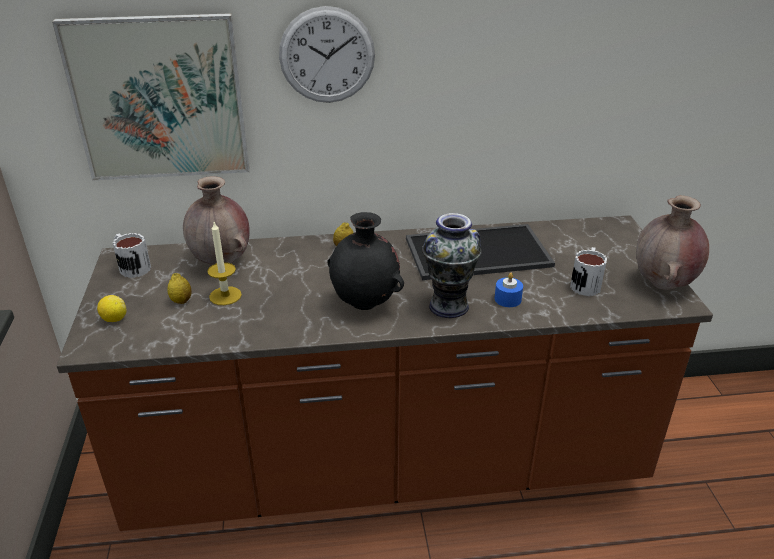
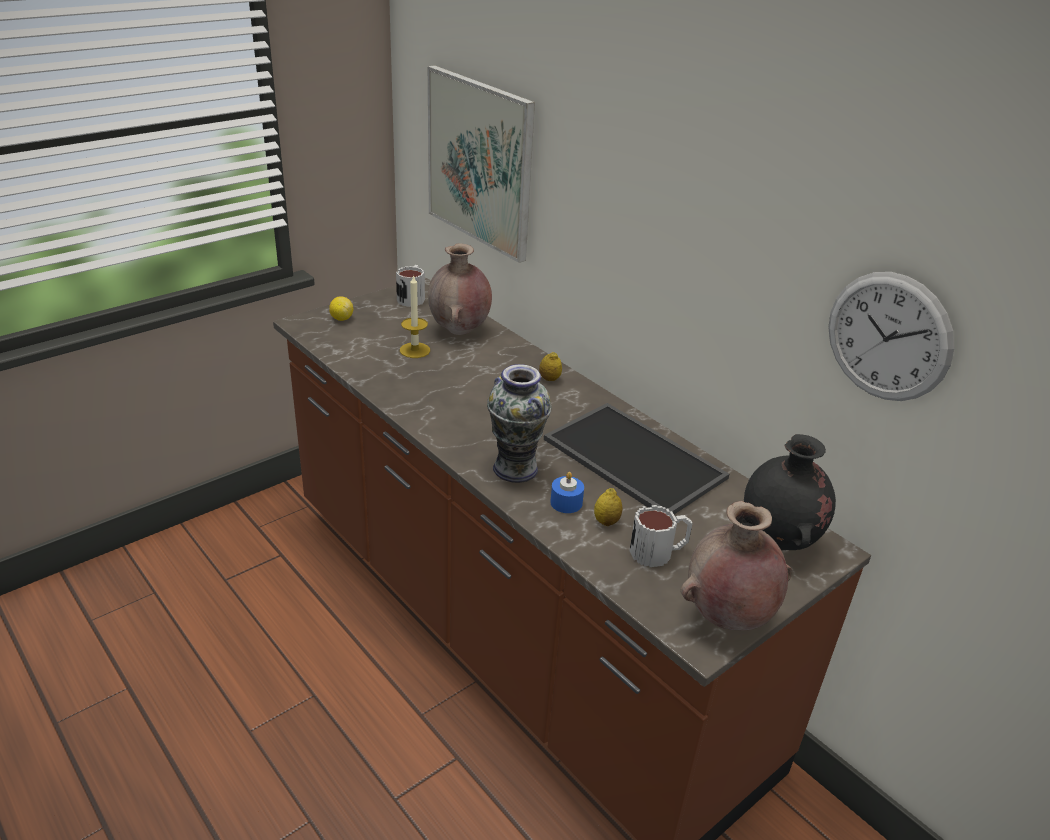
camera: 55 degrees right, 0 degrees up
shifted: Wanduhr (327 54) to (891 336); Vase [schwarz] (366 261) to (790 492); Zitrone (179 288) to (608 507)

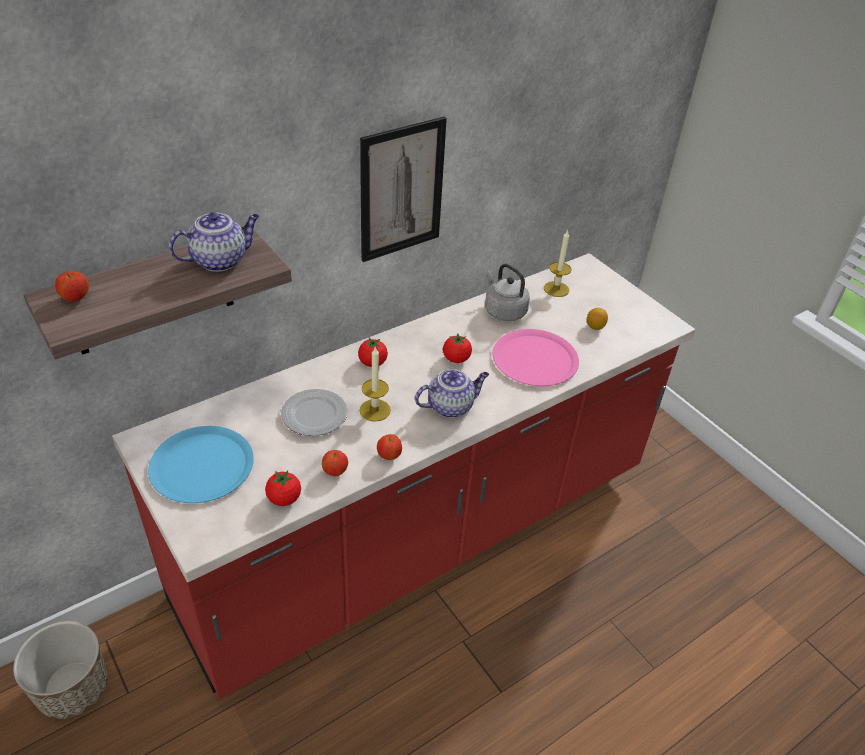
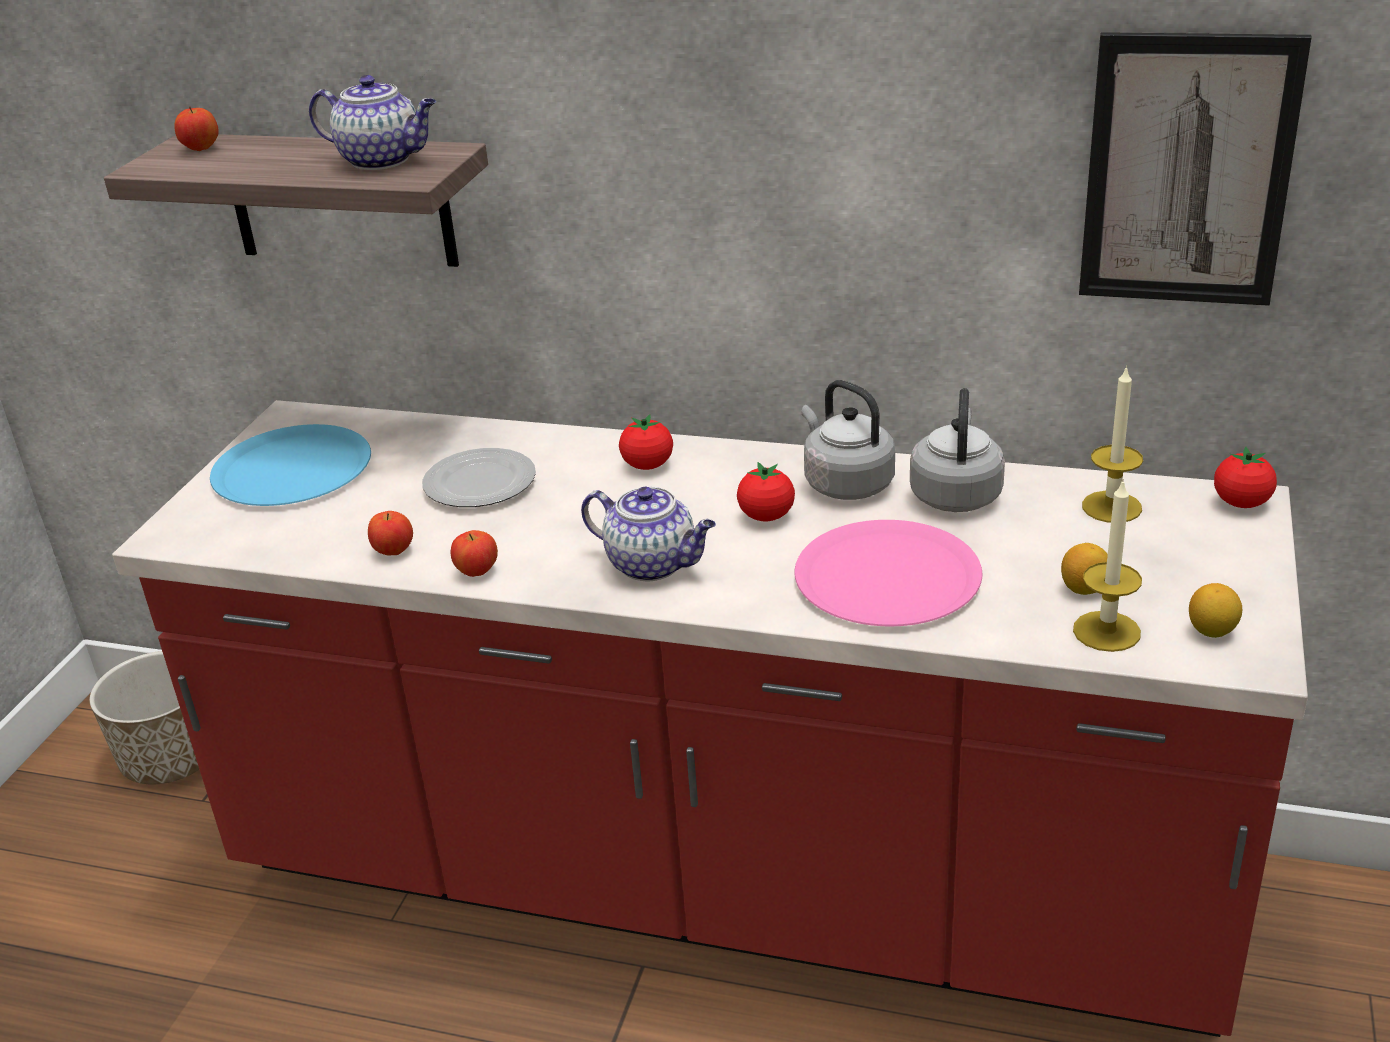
camera: 55 degrees right, 10 degrees down
new: Wasserkessel [grau] (848 440); Zitrone (1215 610)
shifted: Bild (403 189) to (1195 169); Kerze (375 384) to (1107 565); Tomate (283 488) to (1245 477)

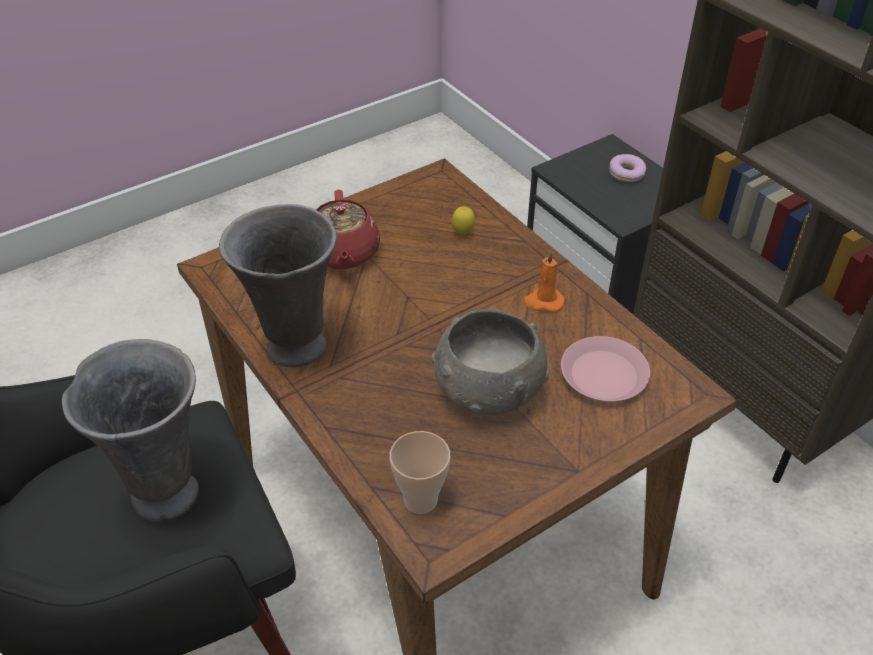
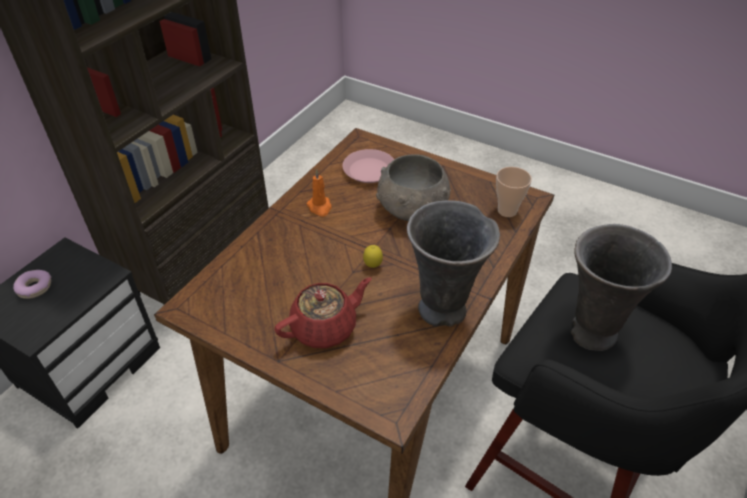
camera: 115 degrees left, 0 degrees up
shifted: Zitrone (463 220) to (373 256)

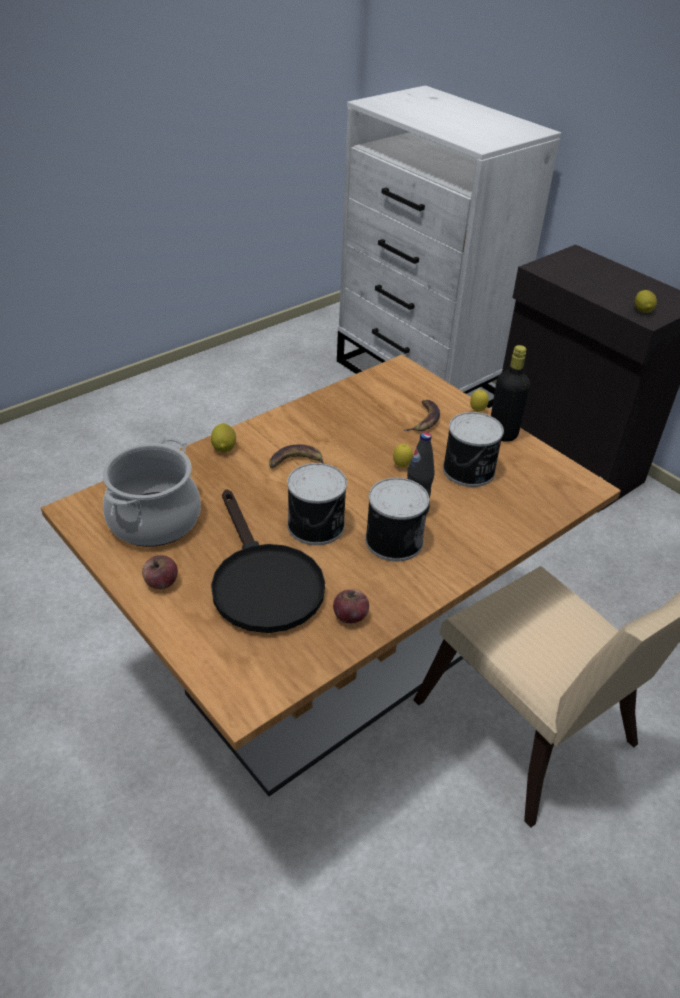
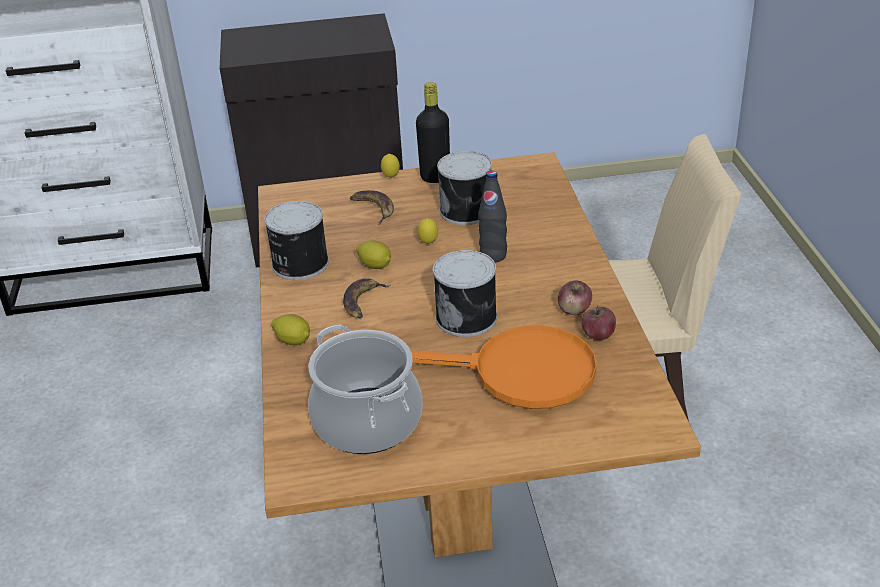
camera: 55 degrees left, 5 degrees down
shifted: Zitrone (646 301) to (373 255); Dose (397 519) to (296 240); Apfel (160 572) to (575 298)
repainted: Pfanne [schwarz] (268 561) to Pfanne [orange] (503 367)

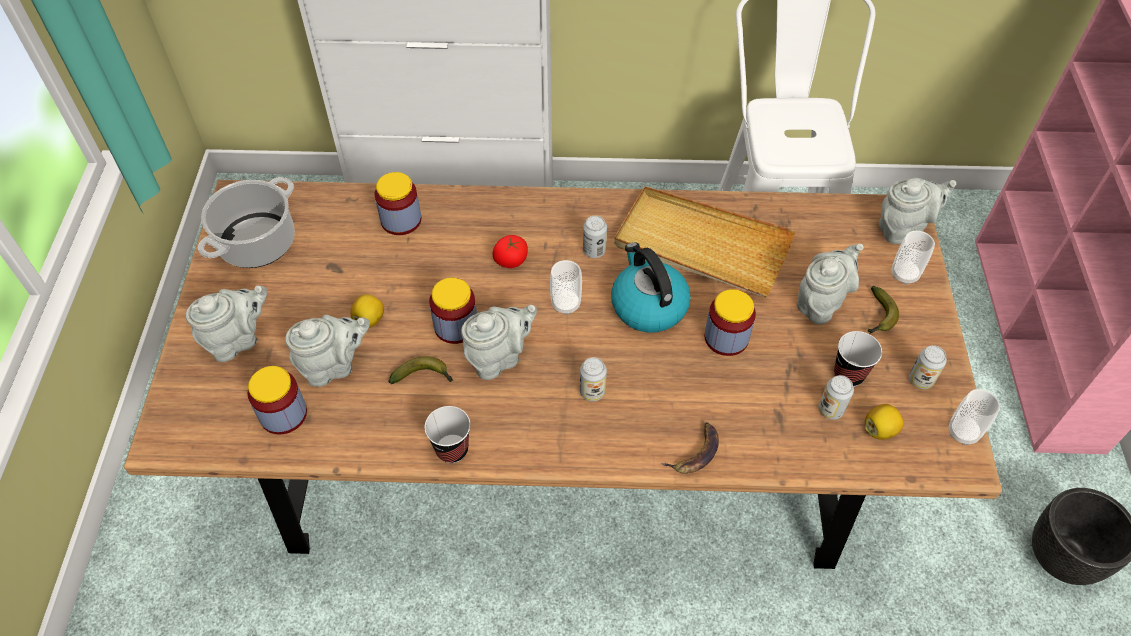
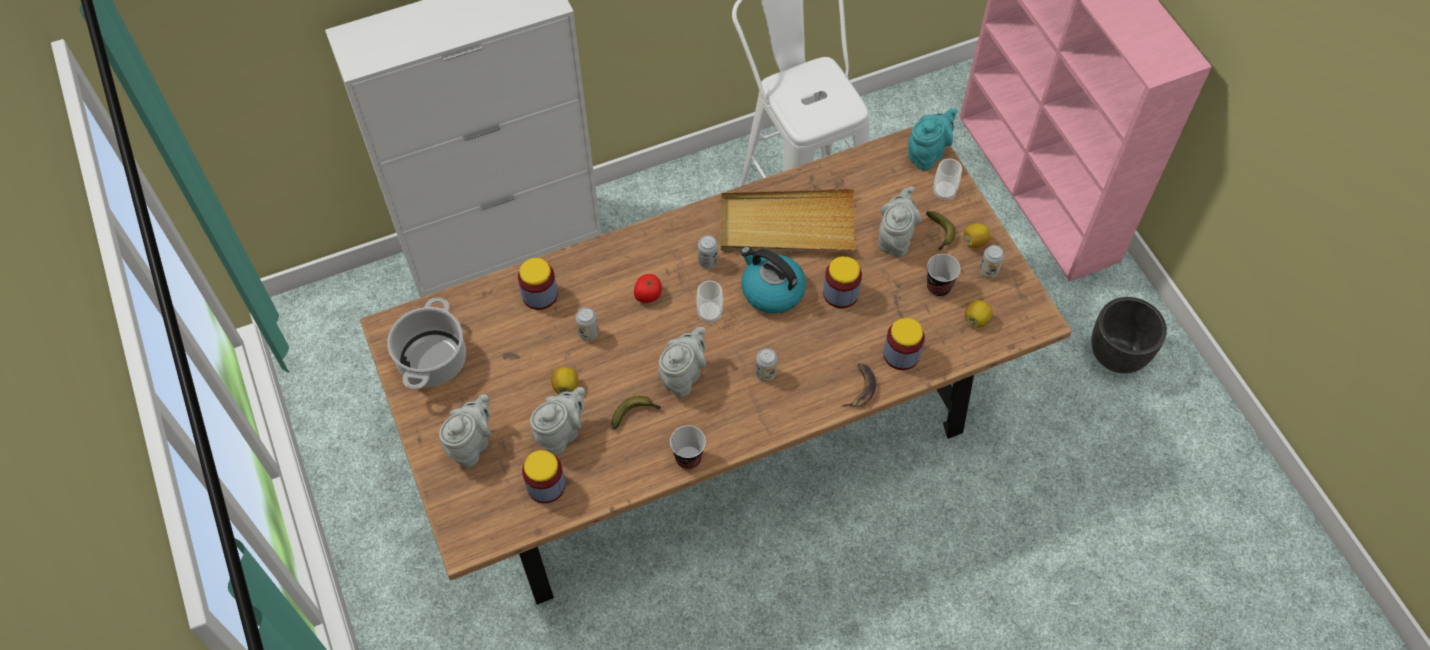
camera: 25 degrees left, 5 degrees up
gone: Tasse (974 417)
new: Zitrone (977 235)
shifted: Vorratsglas (453 310) to (904 344); Dose (836 397) to (587 324)
repainted: Teekanne [grau] (917 211) to Teekanne [türkis] (933 139)

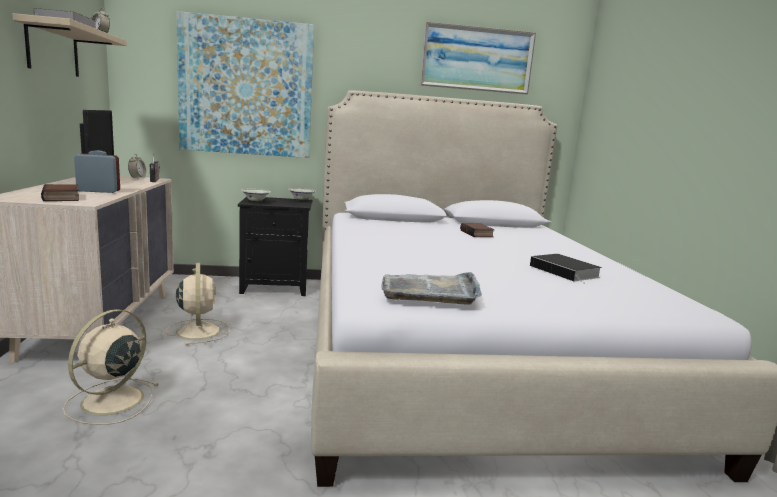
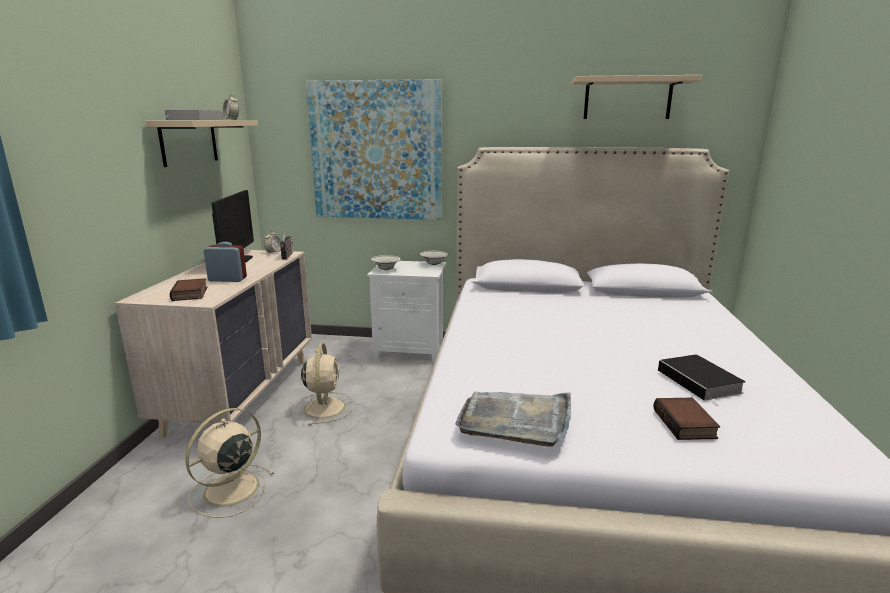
camera: 15 degrees right, 5 degrees up
shifted: Buch (477 230) to (686 419)
swapped: Bild (478 58) to Wandregal [beige] (637 97)
repainted: Nachttisch [schwarz] (275 246) to Nachttisch [weiß] (406 312)

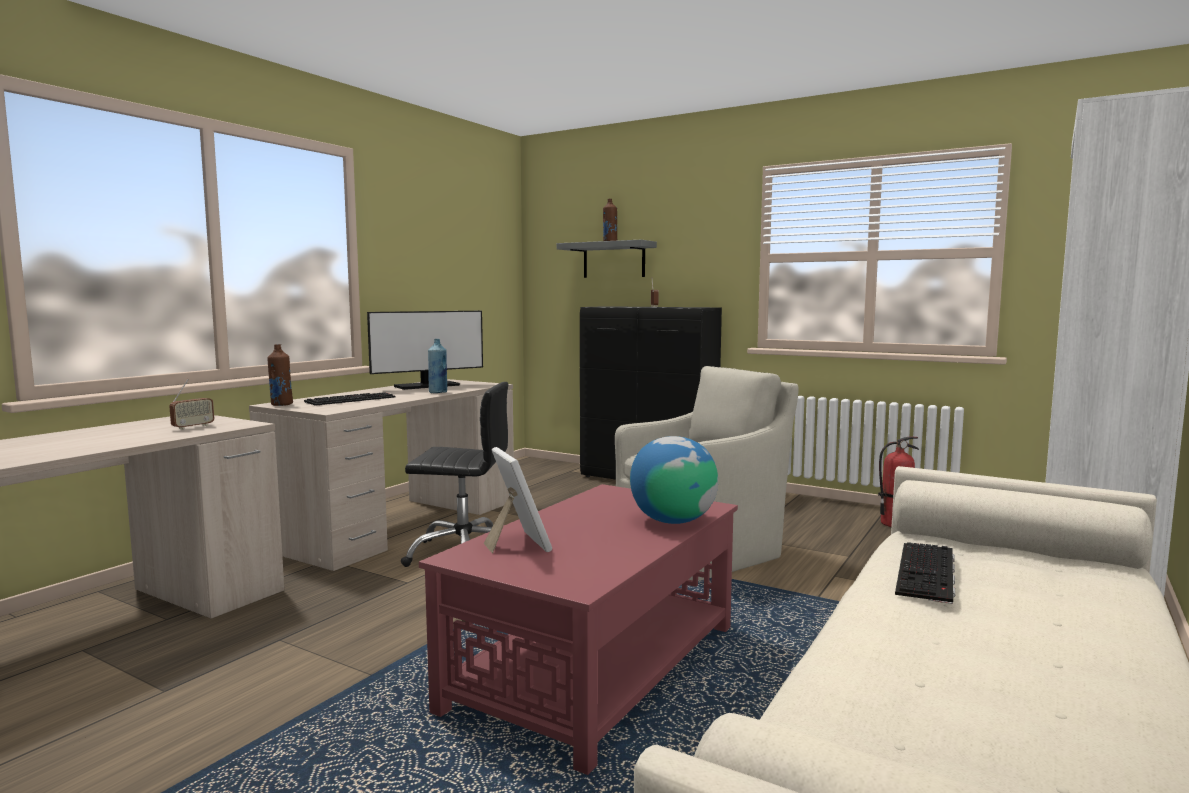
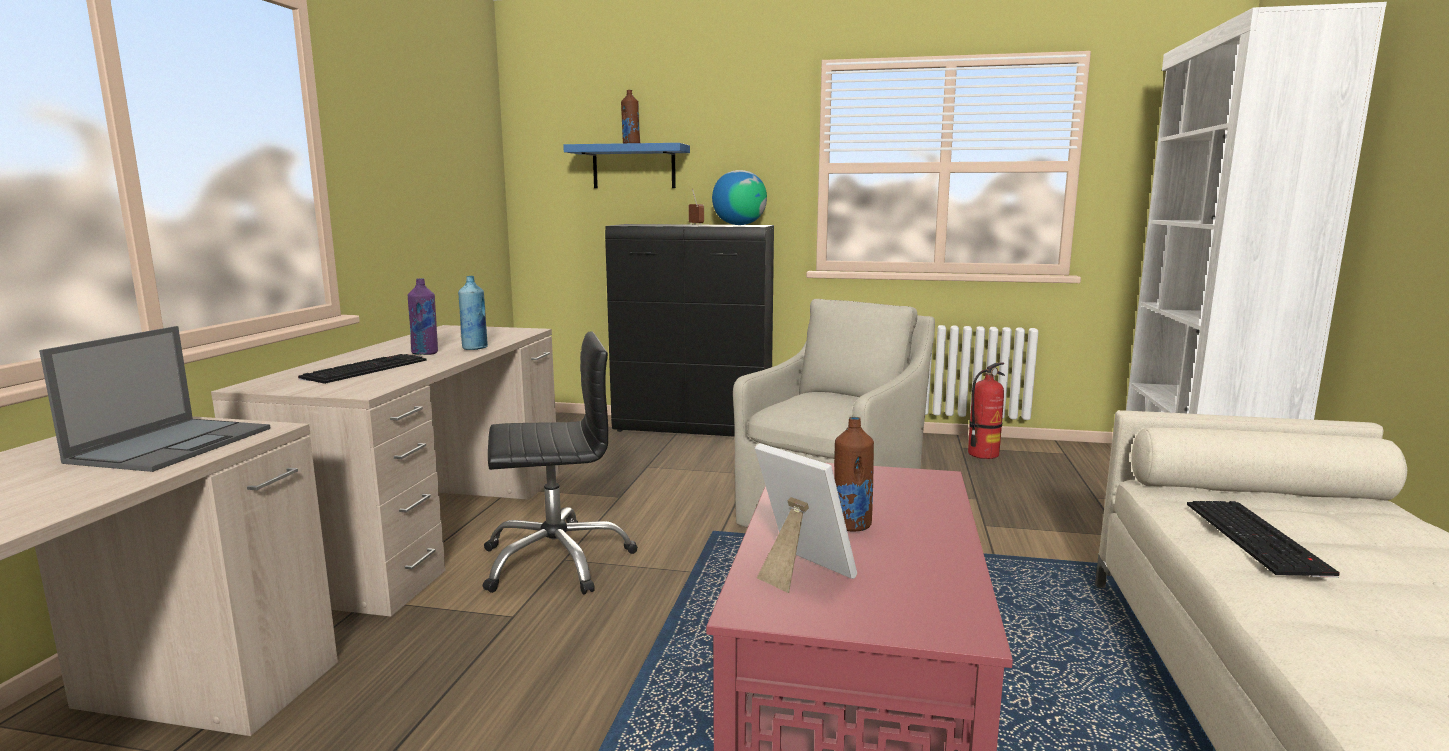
camera: 20 degrees left, 5 degrees up
gone: Monitor (425 350)
new: Flasche [lila] (423 316)
shifted: Flasche [braun] (280 375) to (854 474); Globus (674 480) to (739 197)
swapped: Radio (192 404) to Laptop (154 399)
repainted: Wandregal [grau] (607 259) to Wandregal [blau] (626 165)

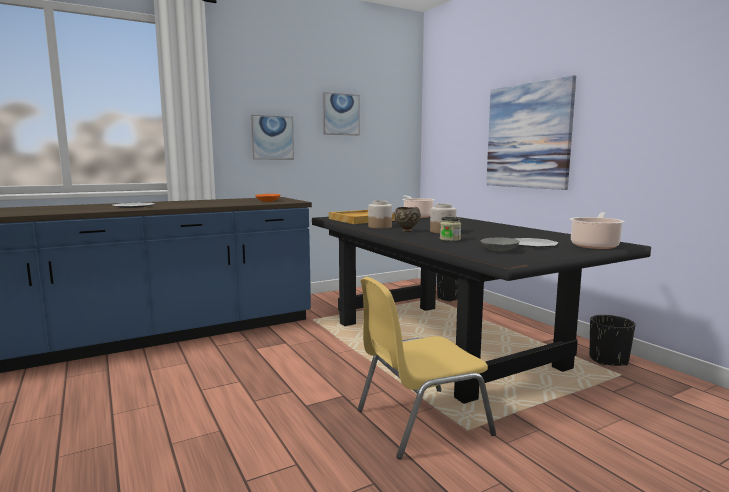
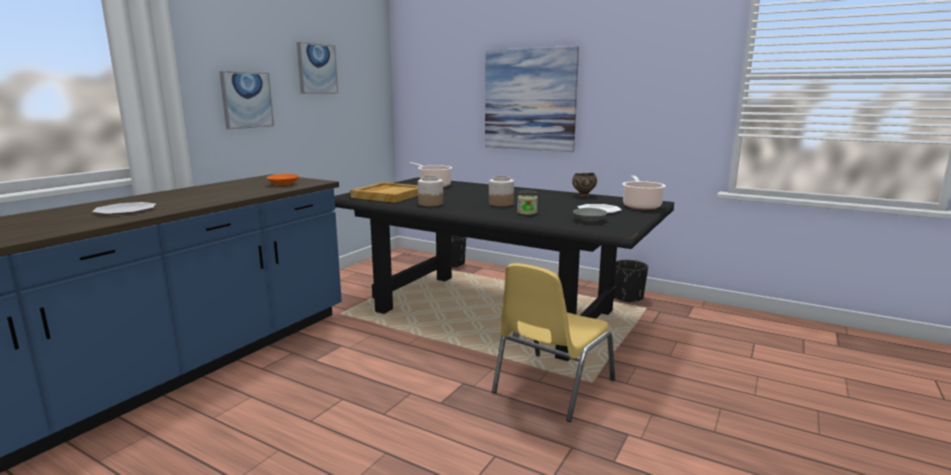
camera: 30 degrees left, 5 degrees up
shifted: Schüssel [braun] (407 219) to (584 185)

